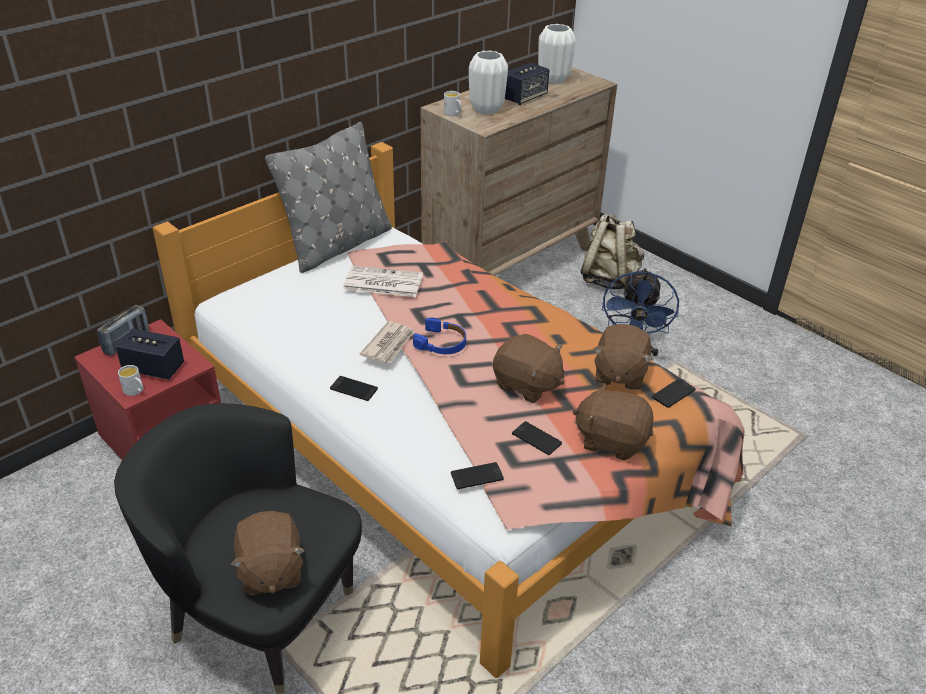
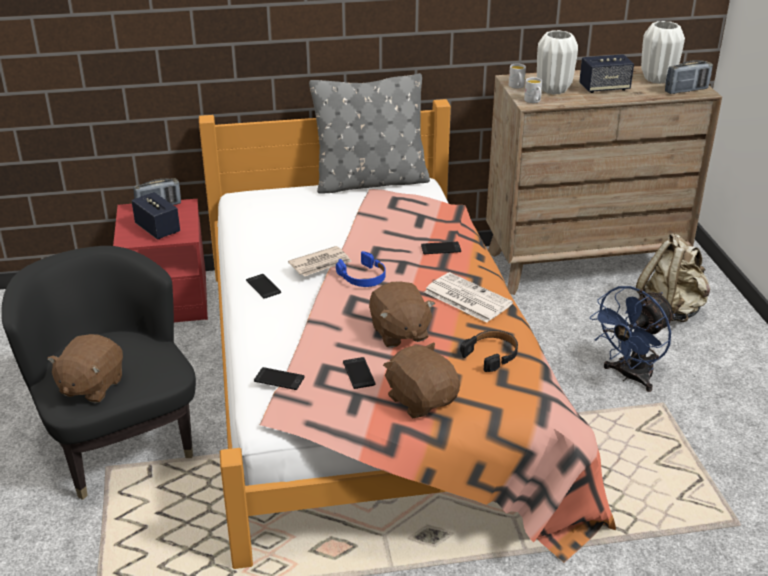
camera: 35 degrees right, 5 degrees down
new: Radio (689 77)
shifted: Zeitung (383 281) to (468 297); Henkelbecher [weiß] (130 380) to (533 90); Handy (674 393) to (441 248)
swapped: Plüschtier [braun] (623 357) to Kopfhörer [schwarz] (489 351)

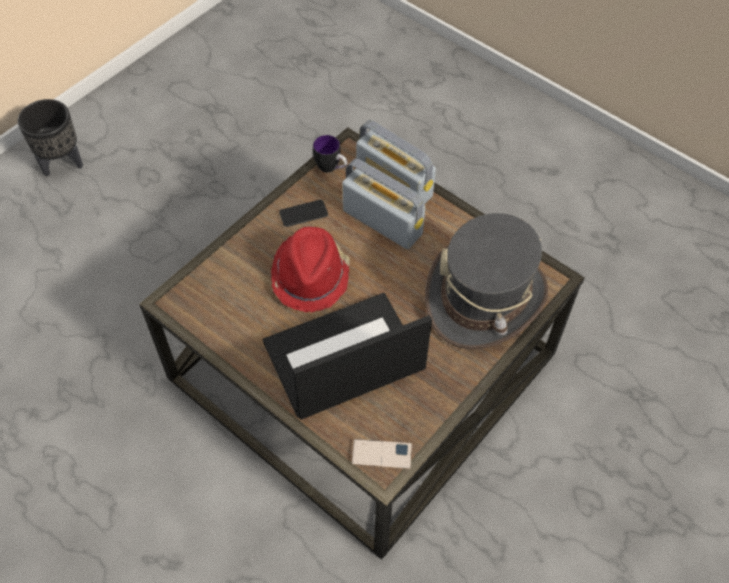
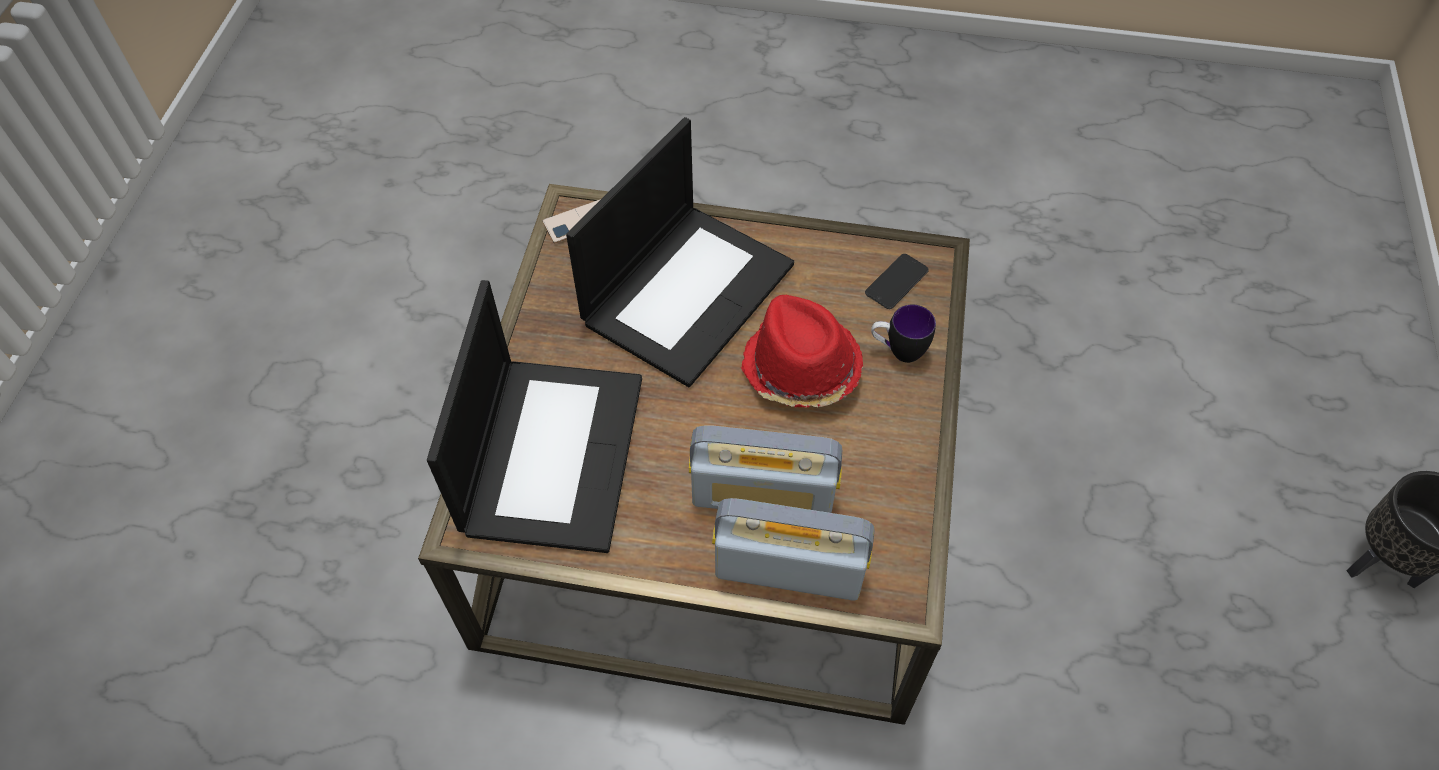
camera: 150 degrees right, 0 degrees up
shifted: Henkelbecher (330 154) to (903 333); Handy (303 213) to (897 281)
swapped: Hut [grau] (486 281) to Laptop (534 416)

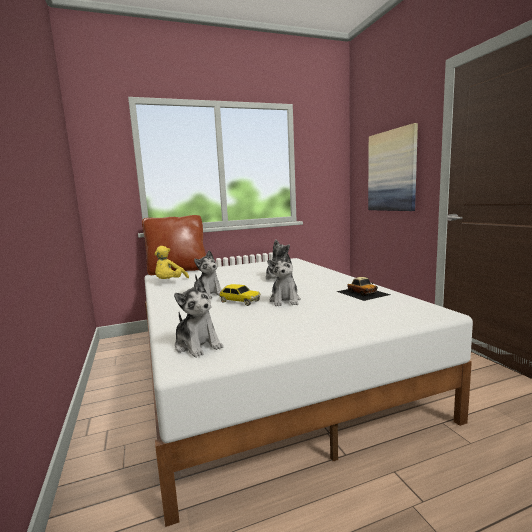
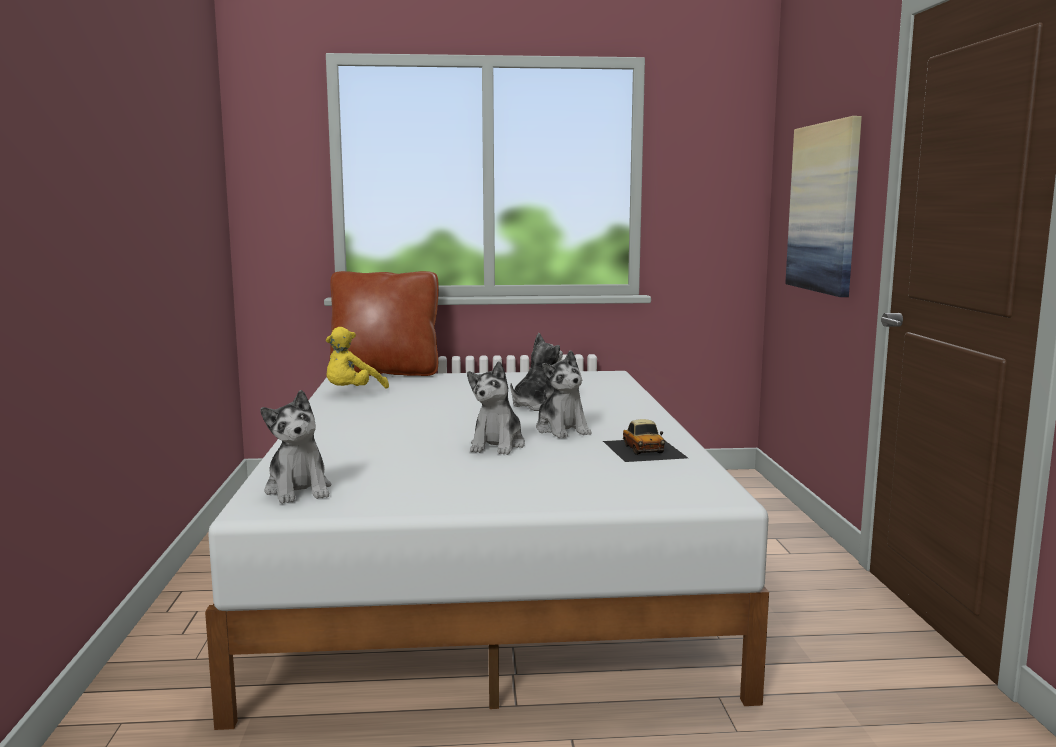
camera: 15 degrees right, 0 degrees up
gone: Spielzeugauto (239 295)
shifted: Plüschtier (208 274) to (564 394)

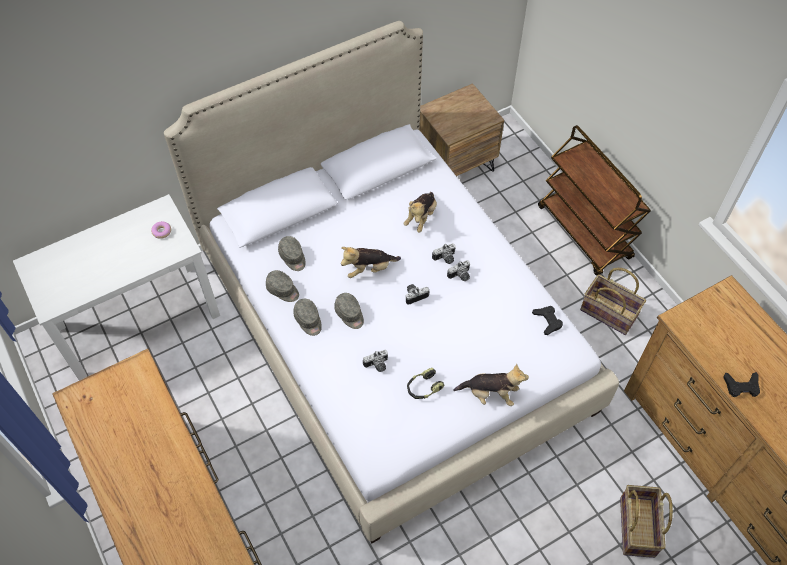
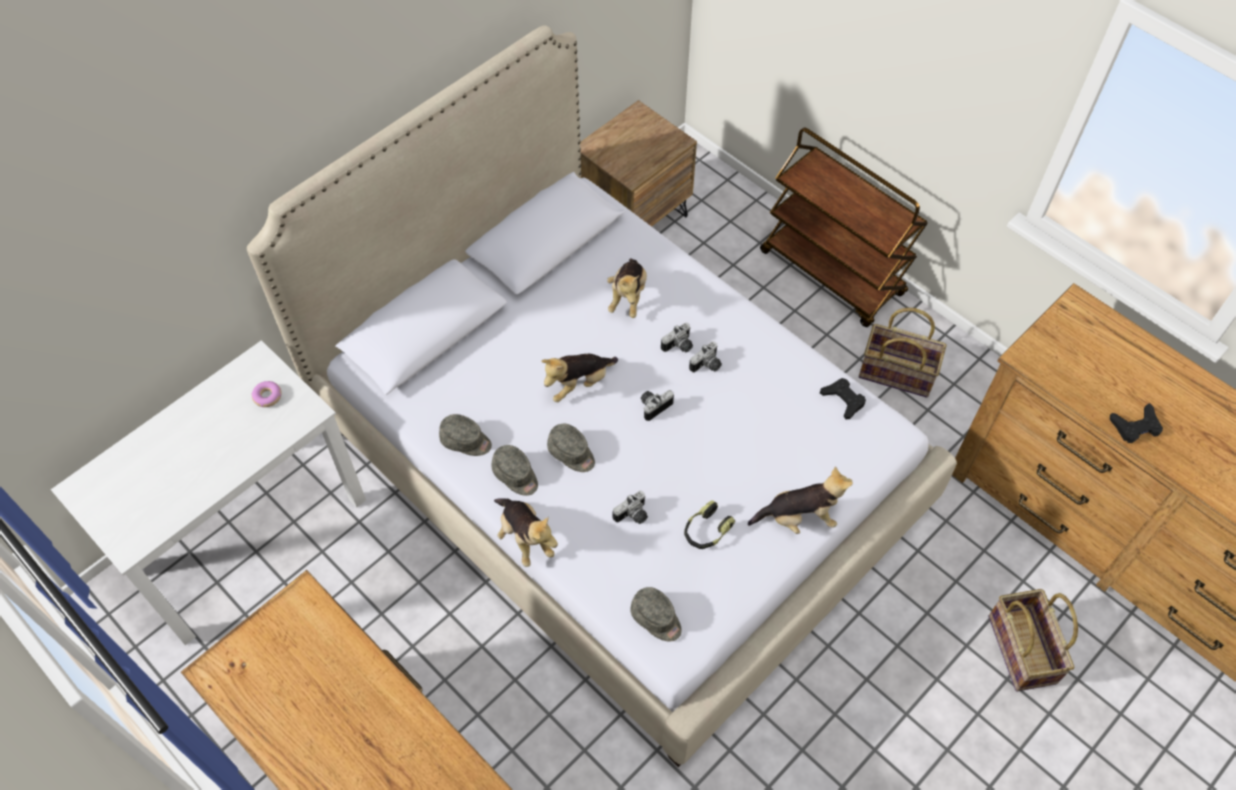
camera: 15 degrees left, 0 degrees up
new: Plüschtier (526 533)
shifted: Kappe [grau] (292 253) to (656 614)

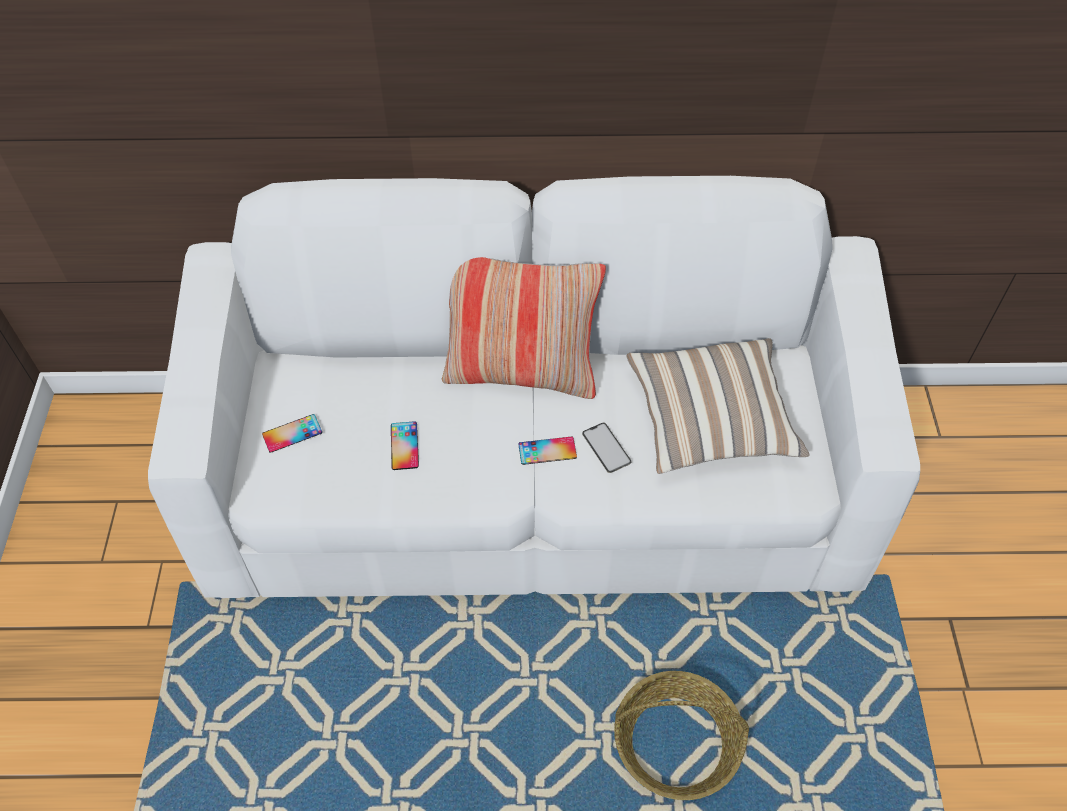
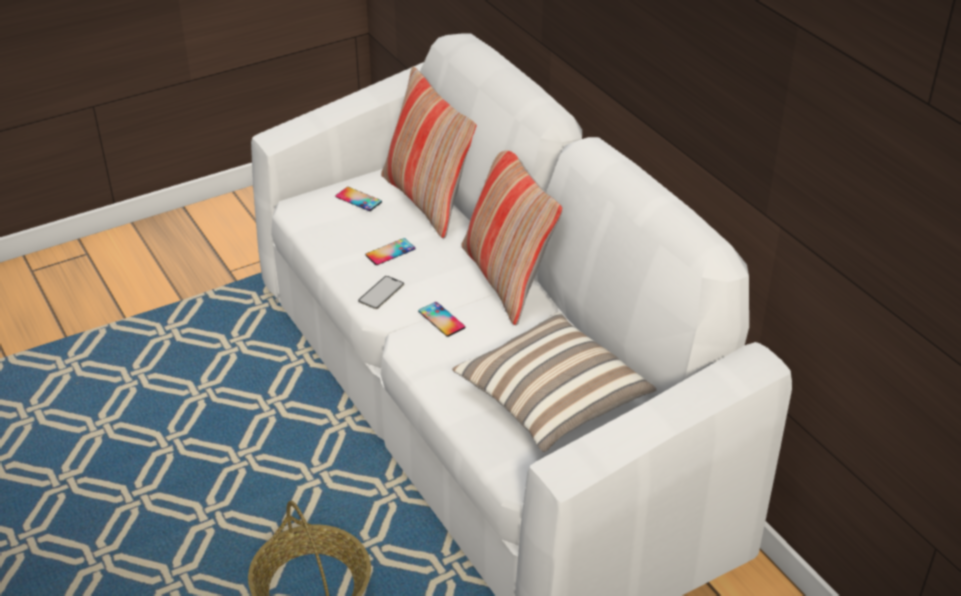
camera: 60 degrees right, 15 degrees down
new: Kissen (429 152)
shifted: Handy (606 448) to (381 292)

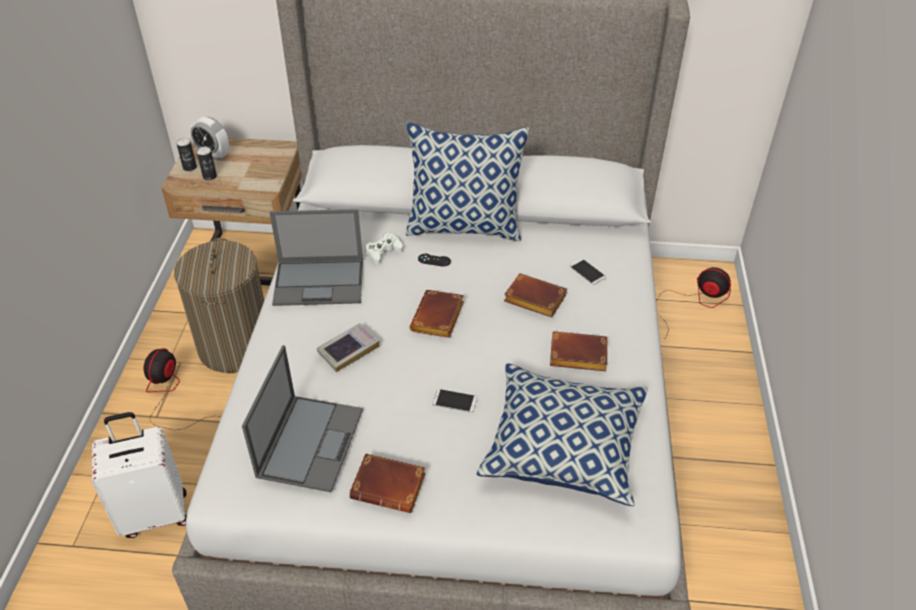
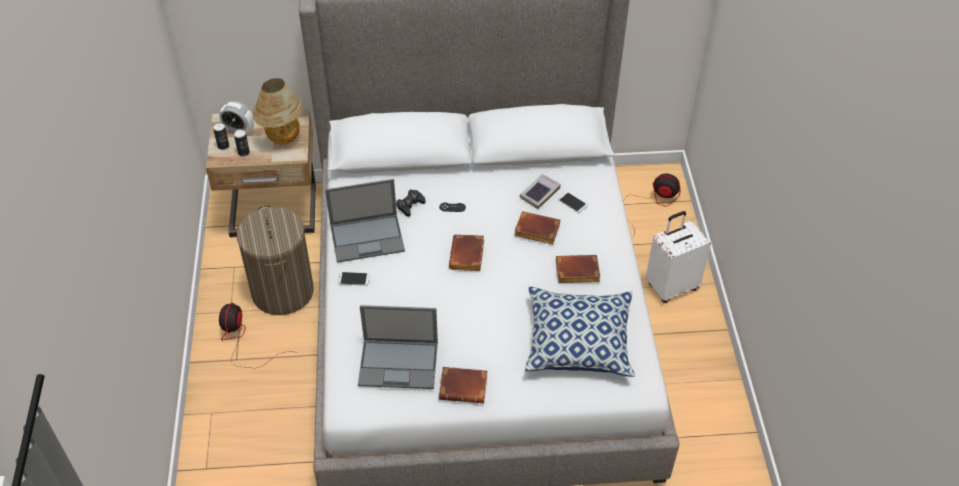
camera: 10 degrees left, 5 degrees up
gone: Kissen (467 181)
new: Tischlampe (278 111)
shifted: Buch (348 347) to (540 191); Handy (454 401) to (353 279); Koffer [weiß] (139 475) to (678 257)
repainted: Gamepad [weiß] (384 248) to Gamepad [schwarz] (410 203)
rotated: Laptop (302 418) = (398 347) 90 degrees clockwise

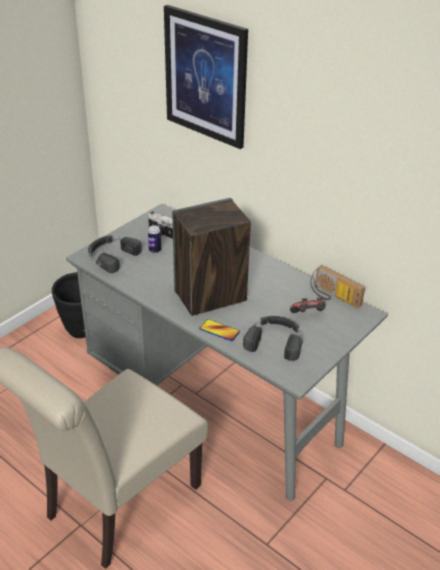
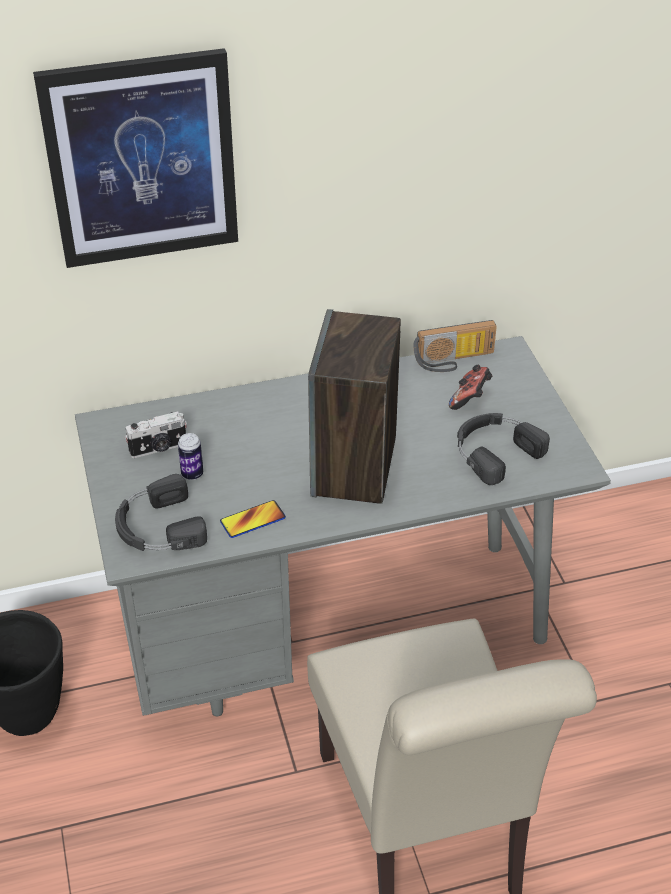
camera: 55 degrees left, 5 degrees up
shifted: Handy (219 330) to (253 519)

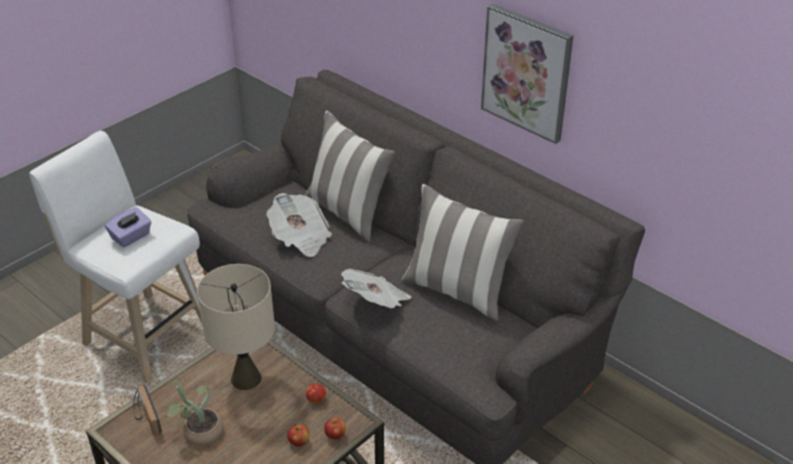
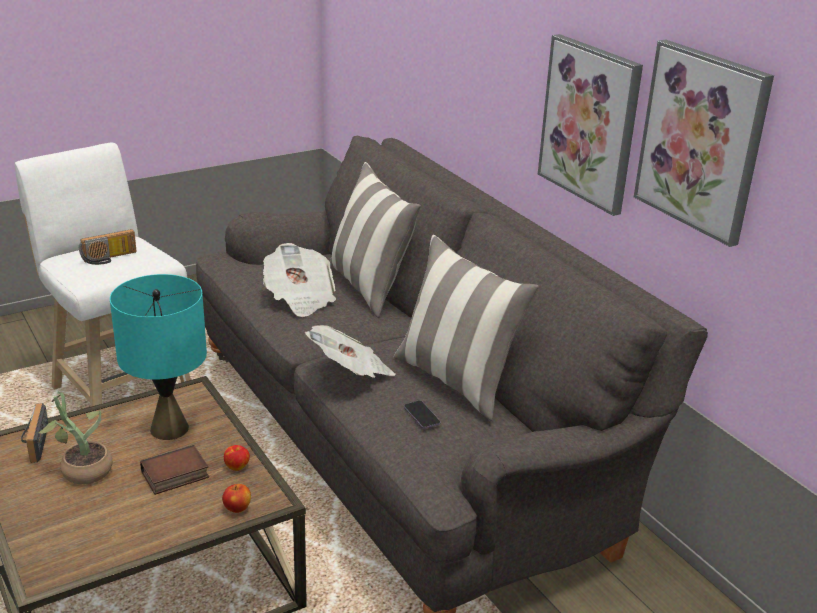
camera: 15 degrees right, 10 degrees down
gone: Apfel (298 435)
new: Bild (704 143); Handy (422 415); Buch (174 470)
swapped: Taschentuchbox [lila] (128 227) to Radio (108 247)
repainted: Tischlampe [beige] (236 327) to Tischlampe [türkis] (158 357)

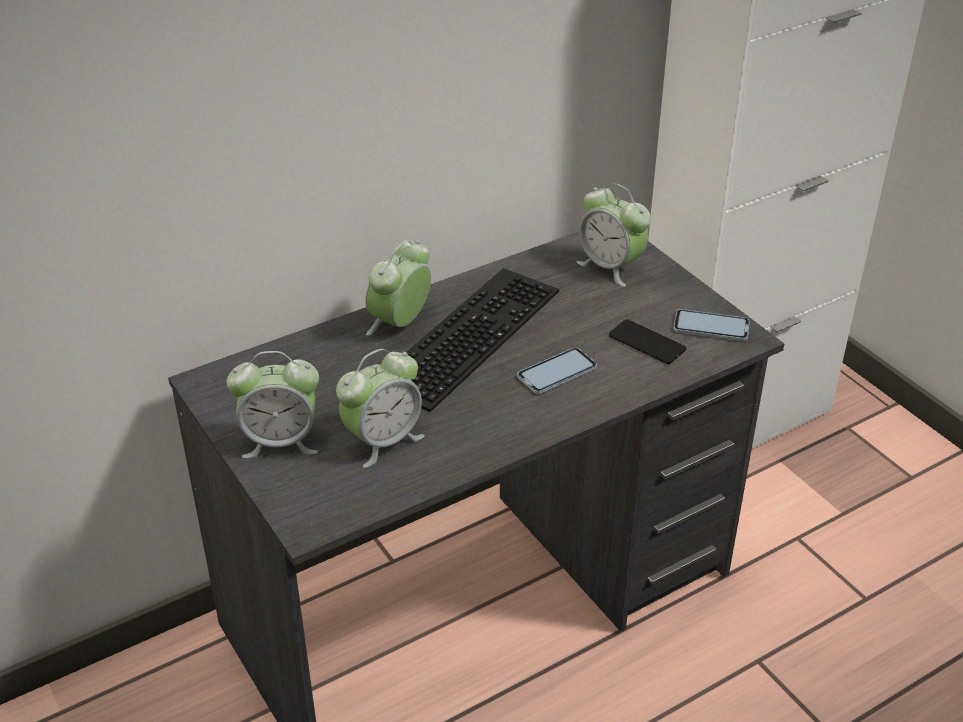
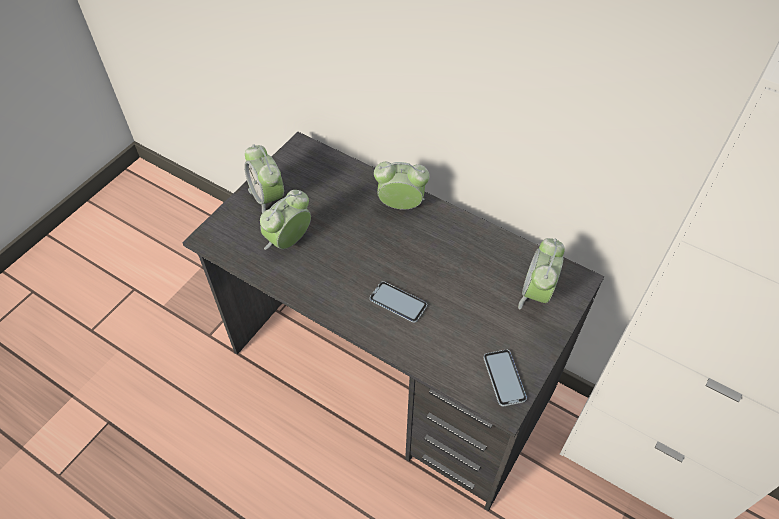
camera: 65 degrees right, 15 degrees up
gone: Tastatur (483 340); Handy (647 341)
rotated: Wecker (380 408) = (285 220) 105 degrees clockwise

